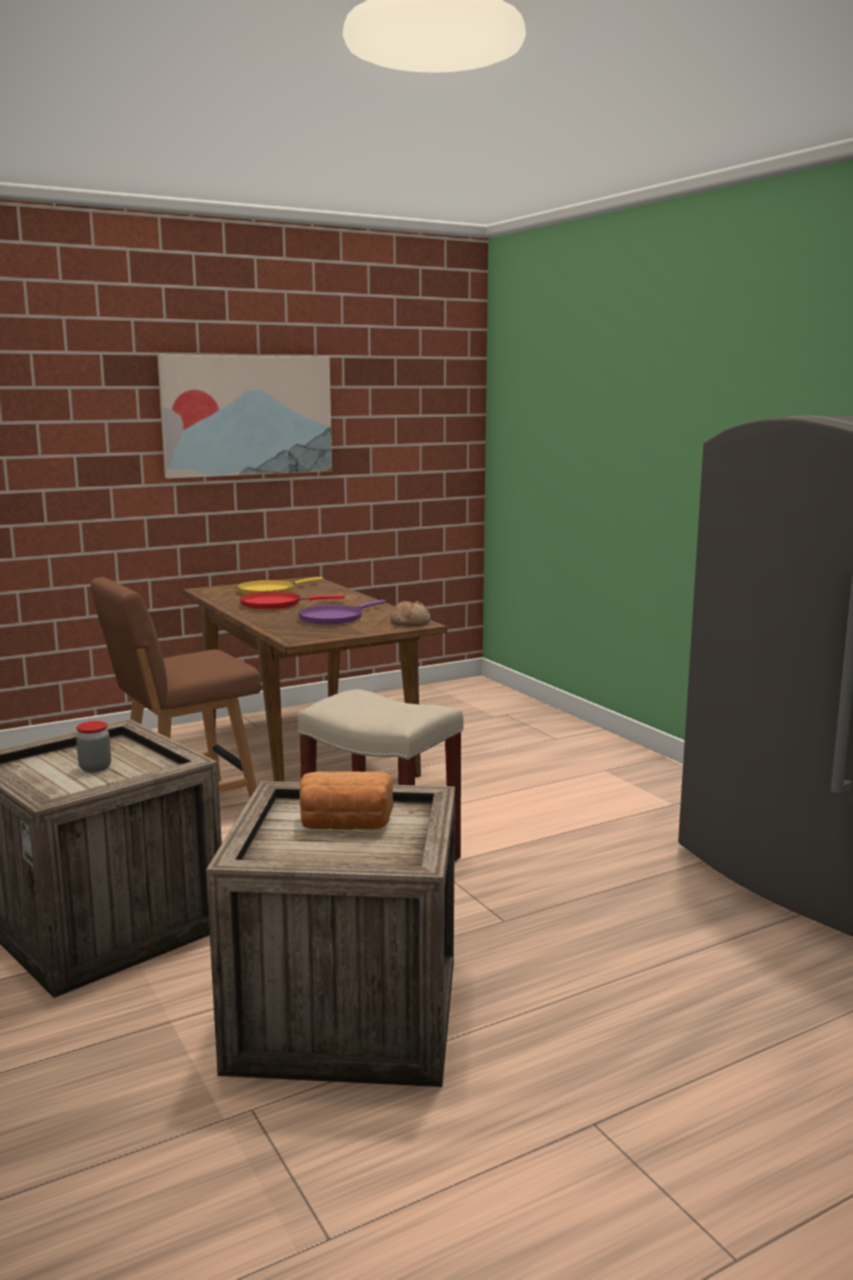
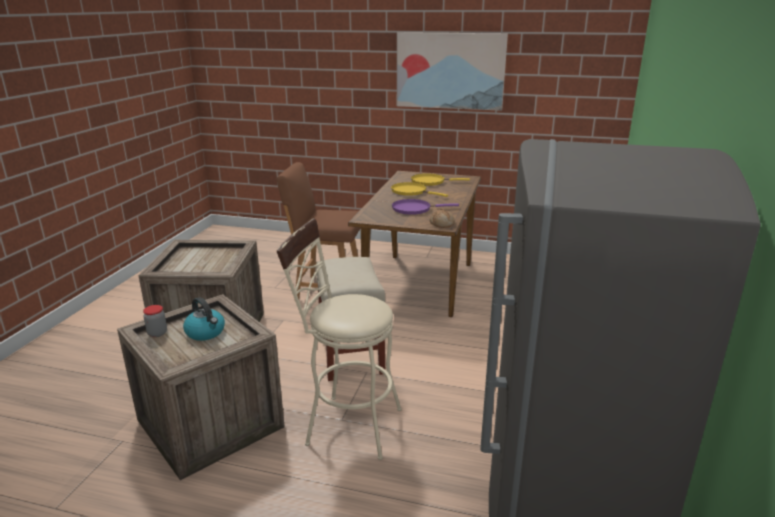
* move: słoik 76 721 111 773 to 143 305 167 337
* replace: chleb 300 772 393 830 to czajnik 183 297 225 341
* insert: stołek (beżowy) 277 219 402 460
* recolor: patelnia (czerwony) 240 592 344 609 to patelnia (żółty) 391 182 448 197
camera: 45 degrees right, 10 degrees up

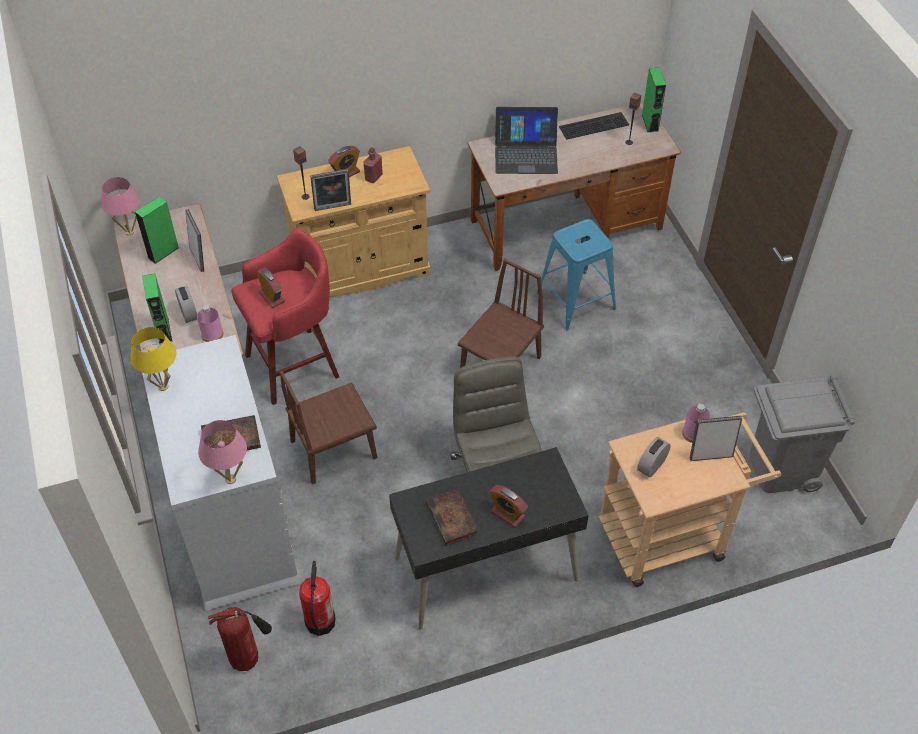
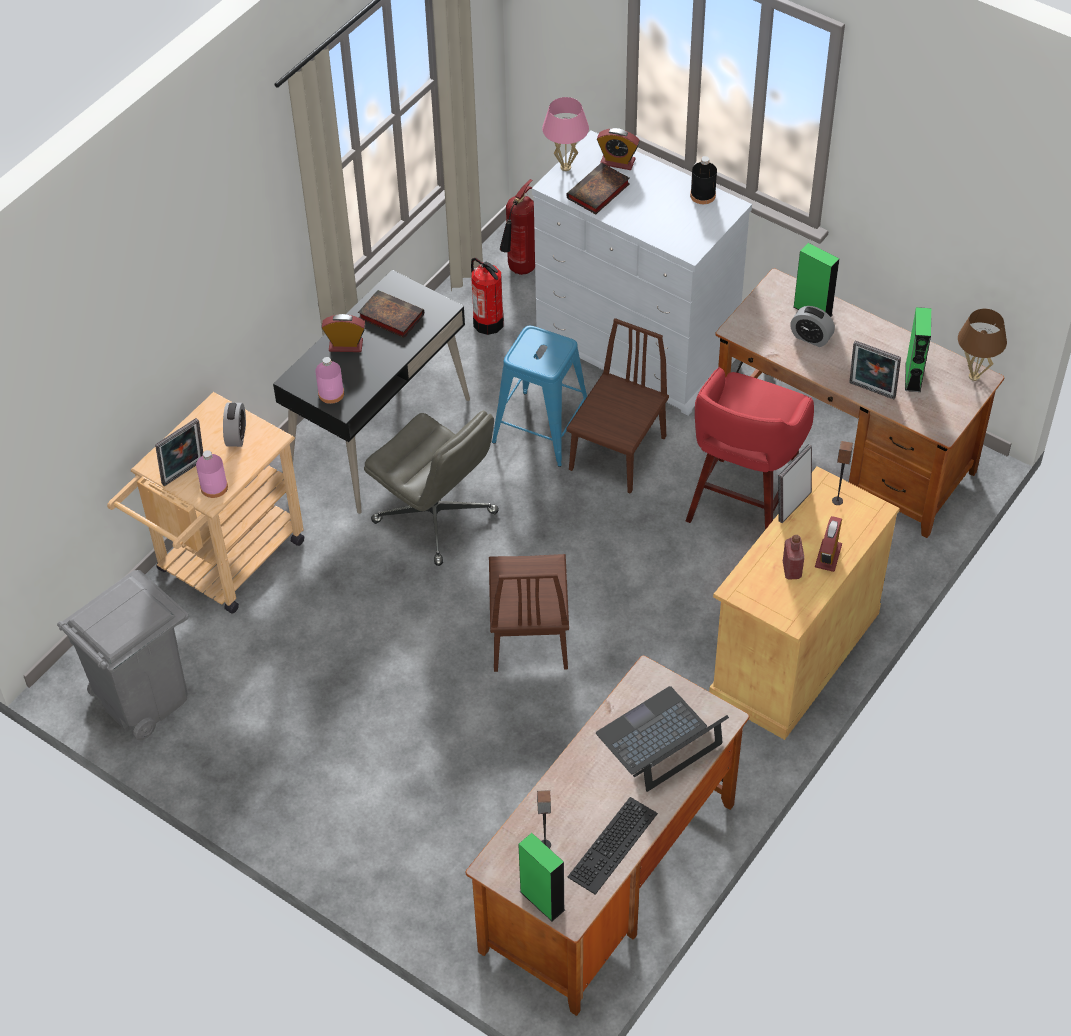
* move: butelka (różowy) 197 304 223 342 to 315 357 344 404
* move: stołek (niebieski) 536 219 616 330 to 492 326 587 467
* move: budzik 256 268 285 308 to 597 128 640 170
* replace: lampa stołowa (żółty) 130 327 176 391 to butelka (czarny) 690 156 717 204
* recolor: lampa stołowa (różowy) 101 177 140 236 to lampa stołowa (brązowy) 958 309 1007 381
camera: 145 degrees right, 0 degrees up

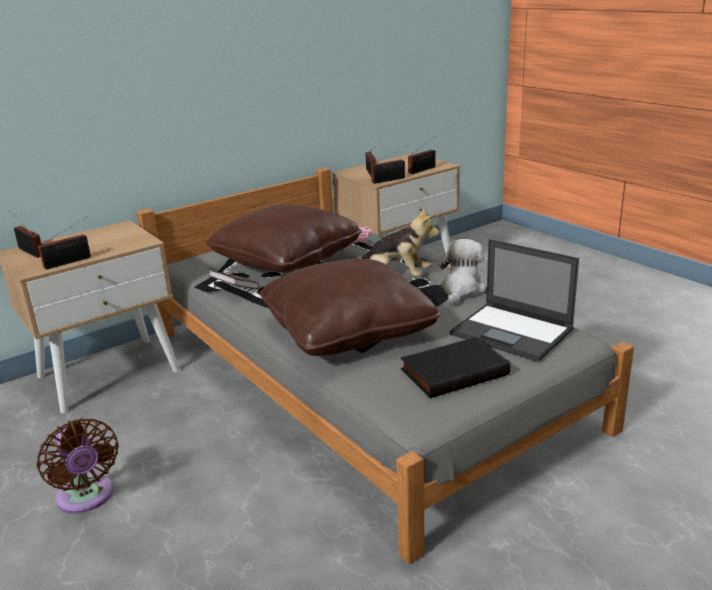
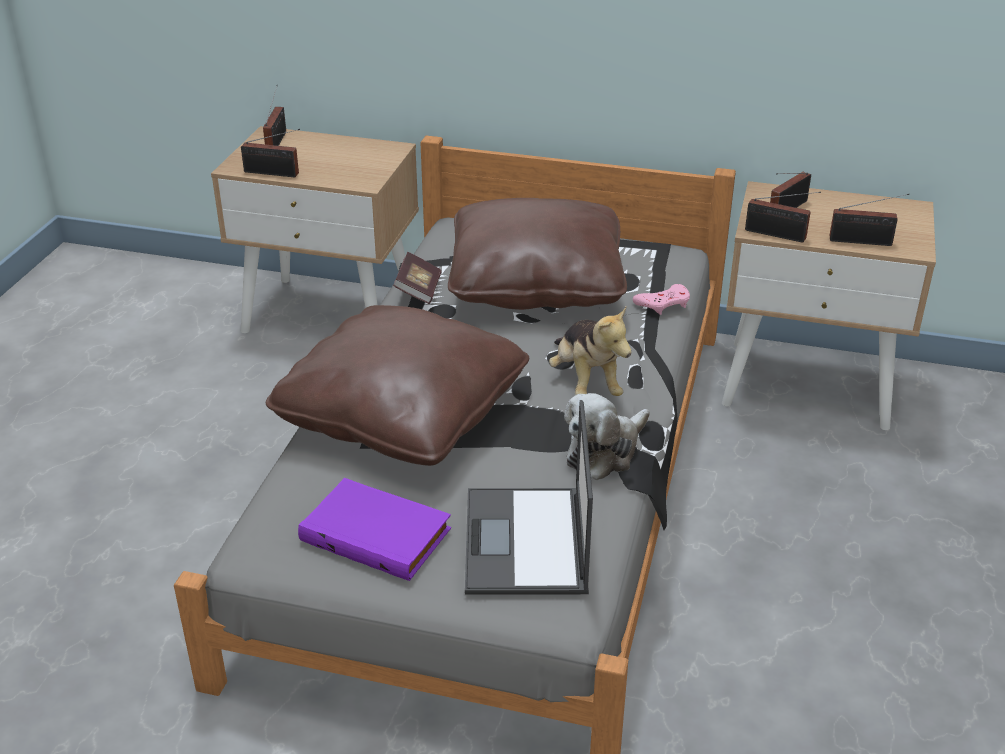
* recolor: książka (czarny) 401 337 510 398 to książka (fioletowy) 298 478 451 581
* rotate: pluszak 439 239 486 305 = 564 393 650 480 150 degrees clockwise
* delete: wentylator (brązowy) 37 418 119 514
camera: 50 degrees right, 10 degrees up

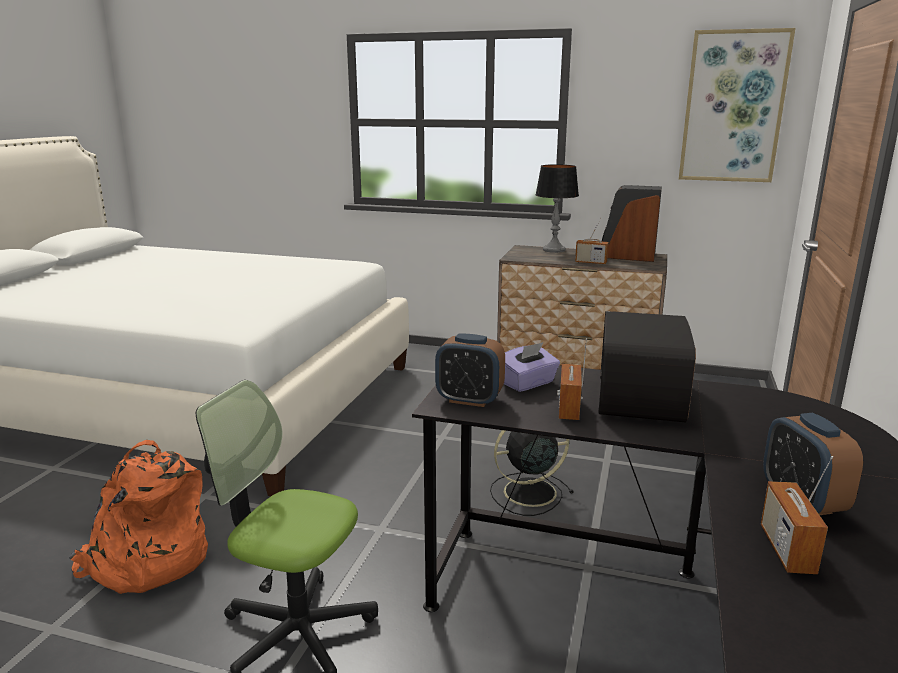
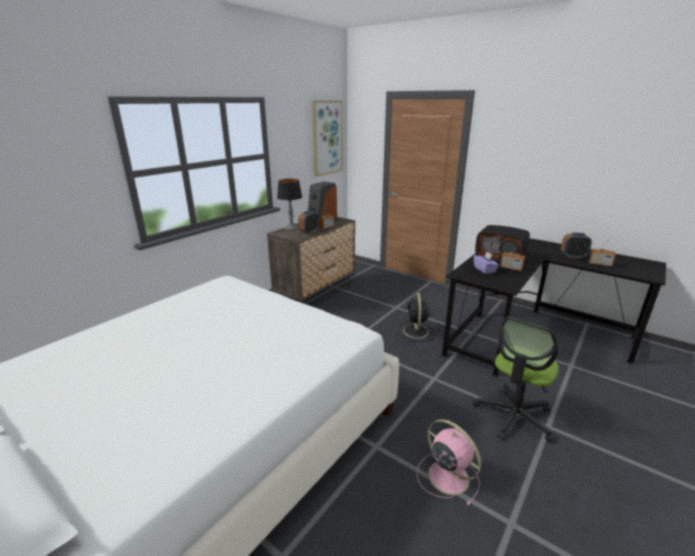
* move: budzik 435 334 505 407 to 298 210 319 234
* replace: plecak (pomarańczowy) 69 440 208 594 to wentylator (różowy) 416 419 481 505
camera: 70 degrees left, 5 degrees up

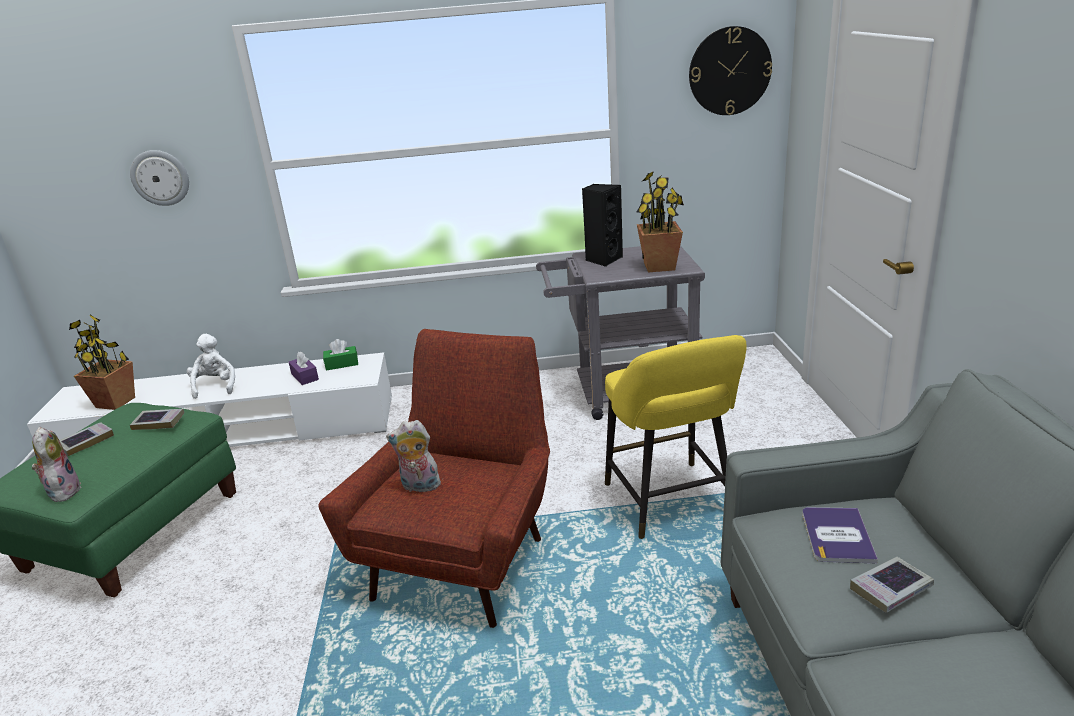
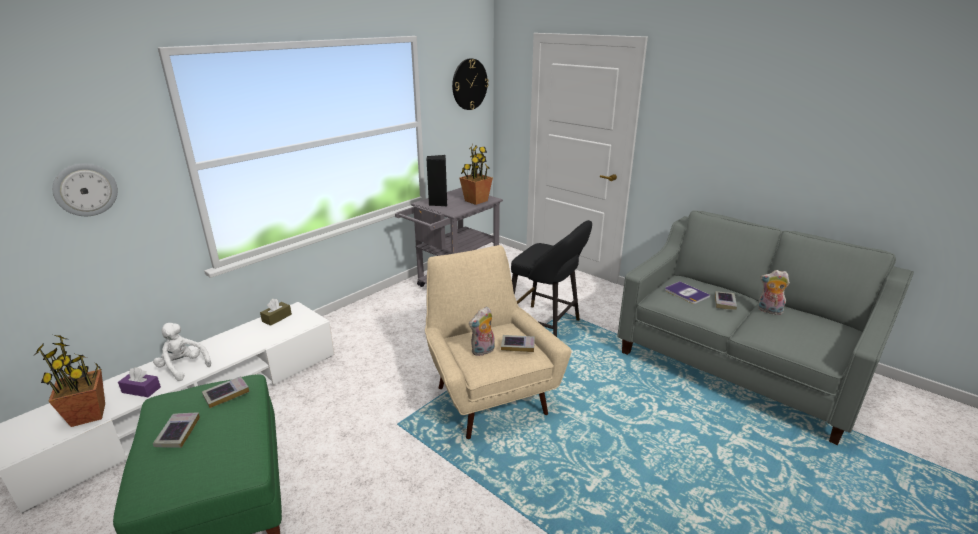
* move: pudełko chusteczek (fioletowy) 289 351 319 385 to 118 367 161 397
* recolor: pudełko chusteczek (zielony) 323 339 358 371 to pudełko chusteczek (brązowy) 260 299 292 326
* recolor: fotel (czerwony) 318 329 550 628 to fotel (beżowy) 425 245 572 439
* insert: książka 501 335 535 352
* recolor: stołek (żółty) 605 335 747 539 to stołek (czarny) 511 220 592 337
* move: pluszak 32 427 81 502 to 758 270 790 315
camera: 45 degrees left, 0 degrees up

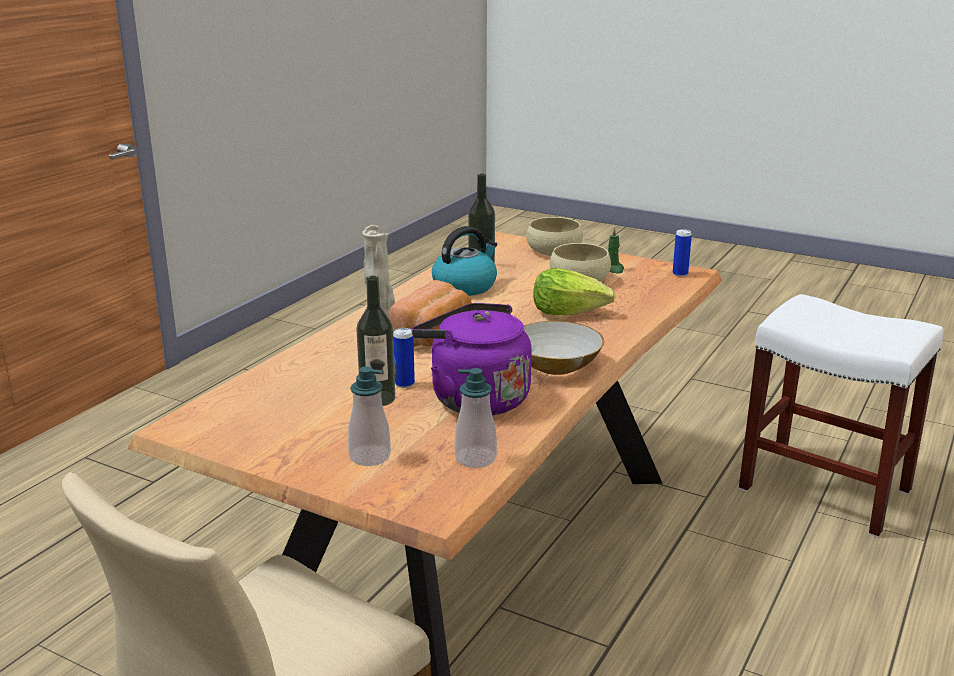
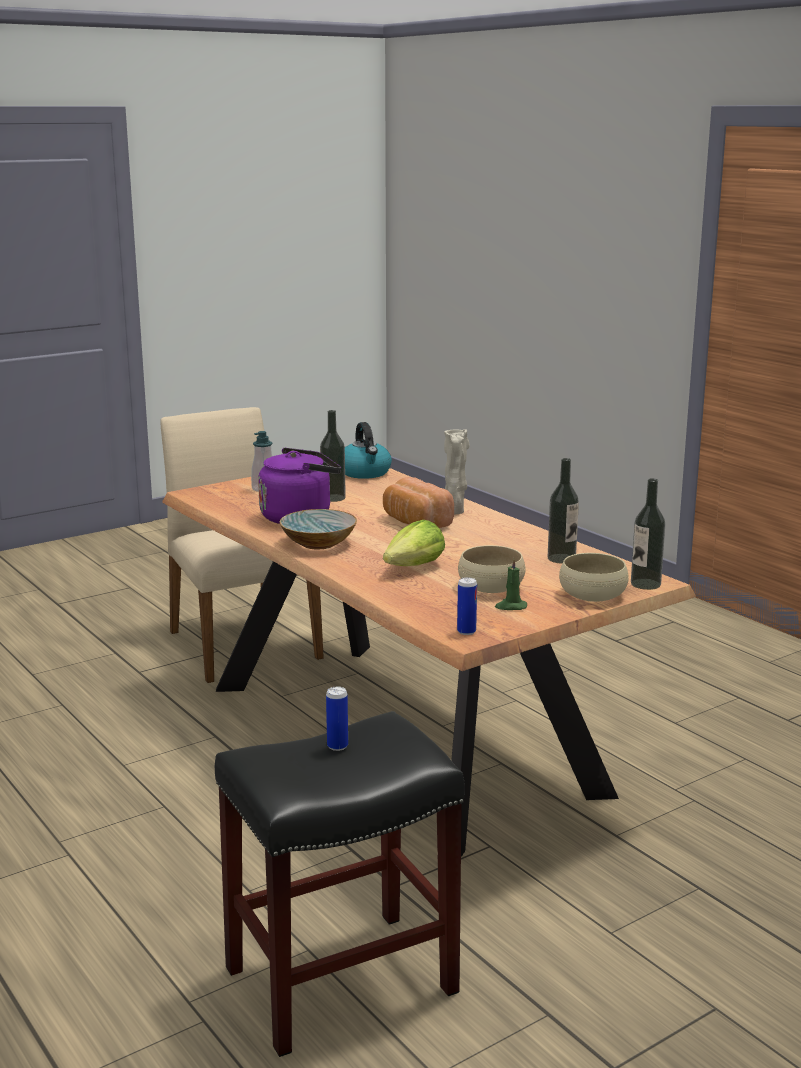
* recolor: stołek (biały) 739 294 943 537 to stołek (czarny) 215 711 465 1057
* move: puszka 393 328 415 388 to 326 687 348 751
* move: czajnik 432 226 498 296 to 345 422 392 479
* insert: butelka 631 478 665 590
* delete: dozownik mydła 455 368 497 468
camera: 115 degrees right, 5 degrees down

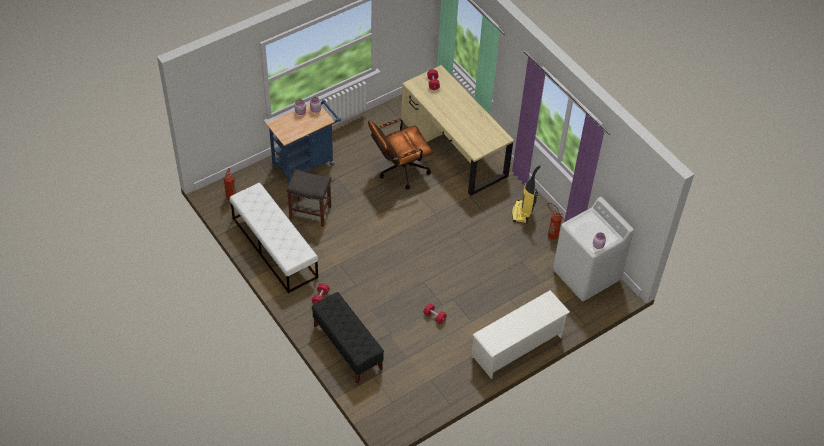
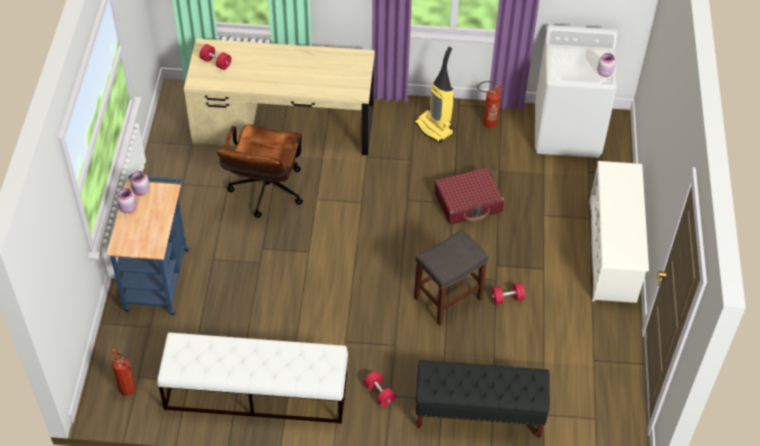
* move: stołek (szary) 287 169 331 227 to 414 229 488 326
* insert: walizka (czerwony) 435 168 504 225
camera: 50 degrees left, 0 degrees up

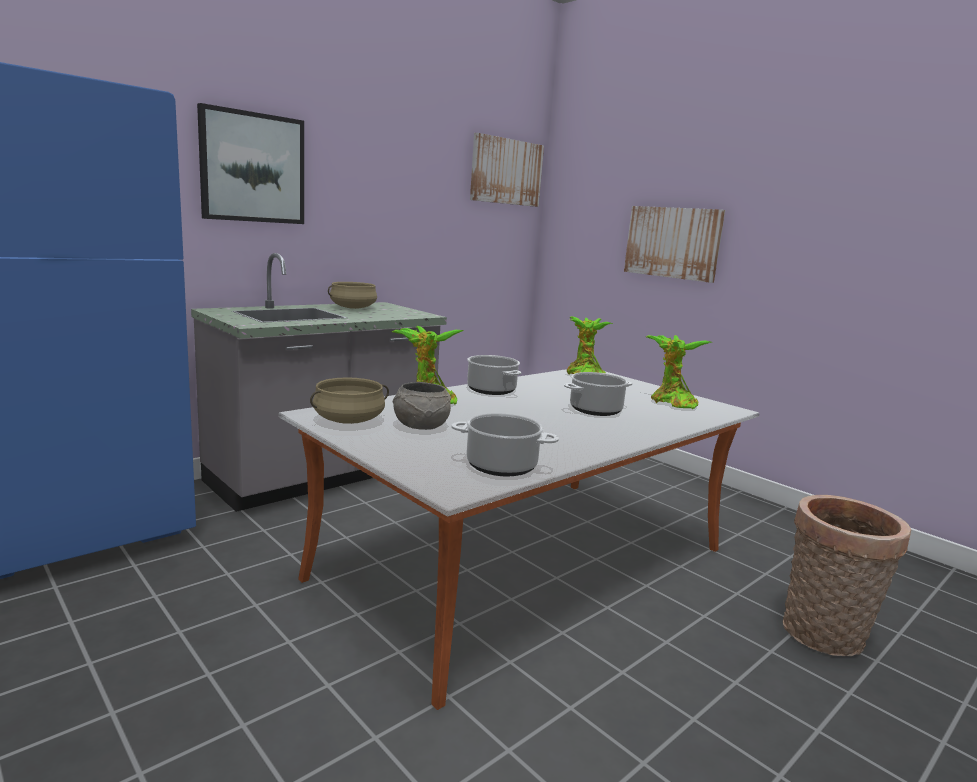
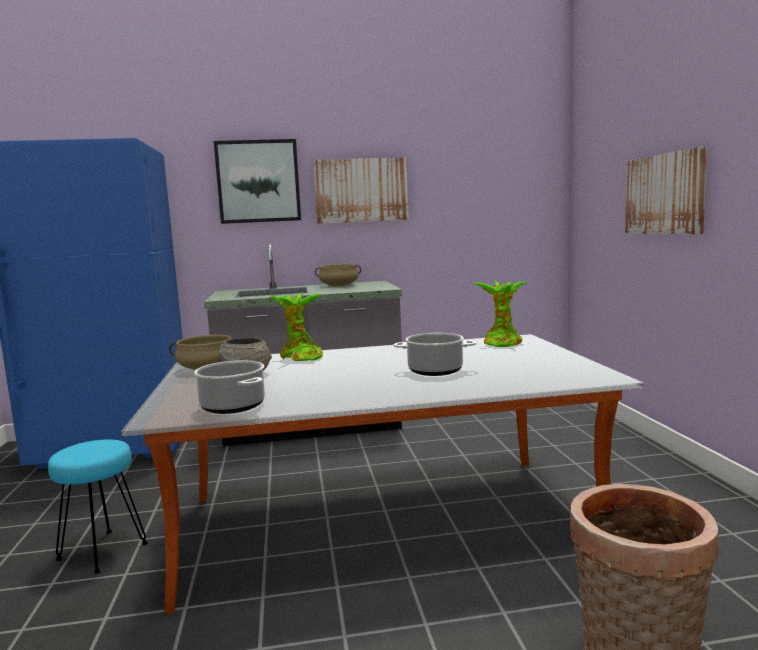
* insert: stołek (turkusowy) 48 439 148 574
* move: obraz 470 133 544 207 to 313 157 409 224
* delete: garnek 467 355 521 395
* delete: roślina doniczkowa 646 335 712 409
camera: 35 degrees right, 5 degrees down

